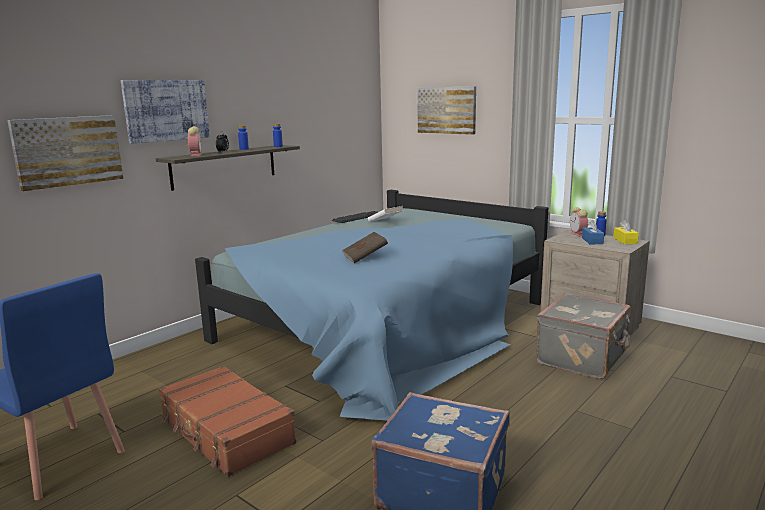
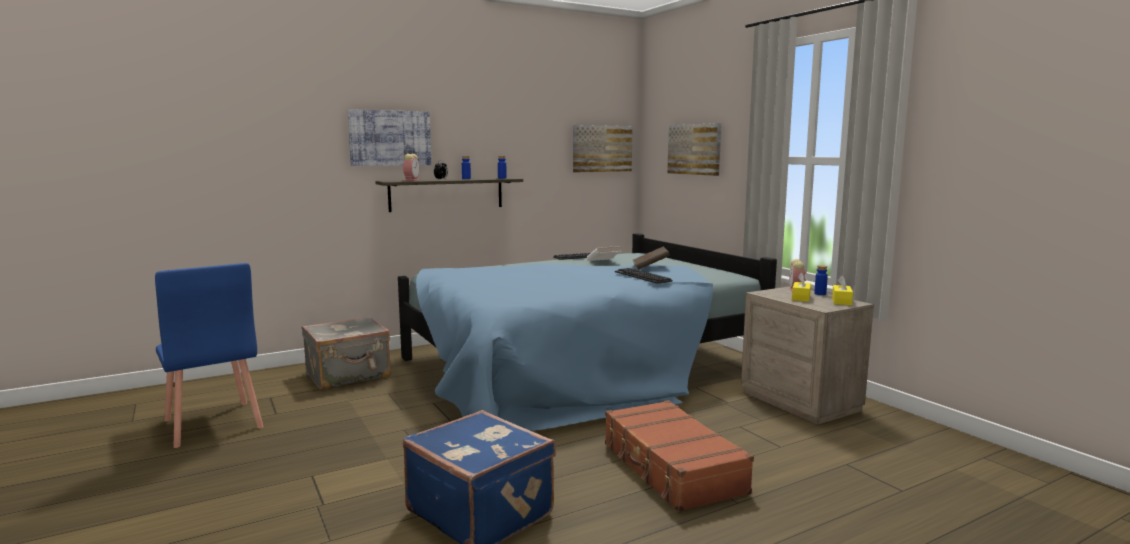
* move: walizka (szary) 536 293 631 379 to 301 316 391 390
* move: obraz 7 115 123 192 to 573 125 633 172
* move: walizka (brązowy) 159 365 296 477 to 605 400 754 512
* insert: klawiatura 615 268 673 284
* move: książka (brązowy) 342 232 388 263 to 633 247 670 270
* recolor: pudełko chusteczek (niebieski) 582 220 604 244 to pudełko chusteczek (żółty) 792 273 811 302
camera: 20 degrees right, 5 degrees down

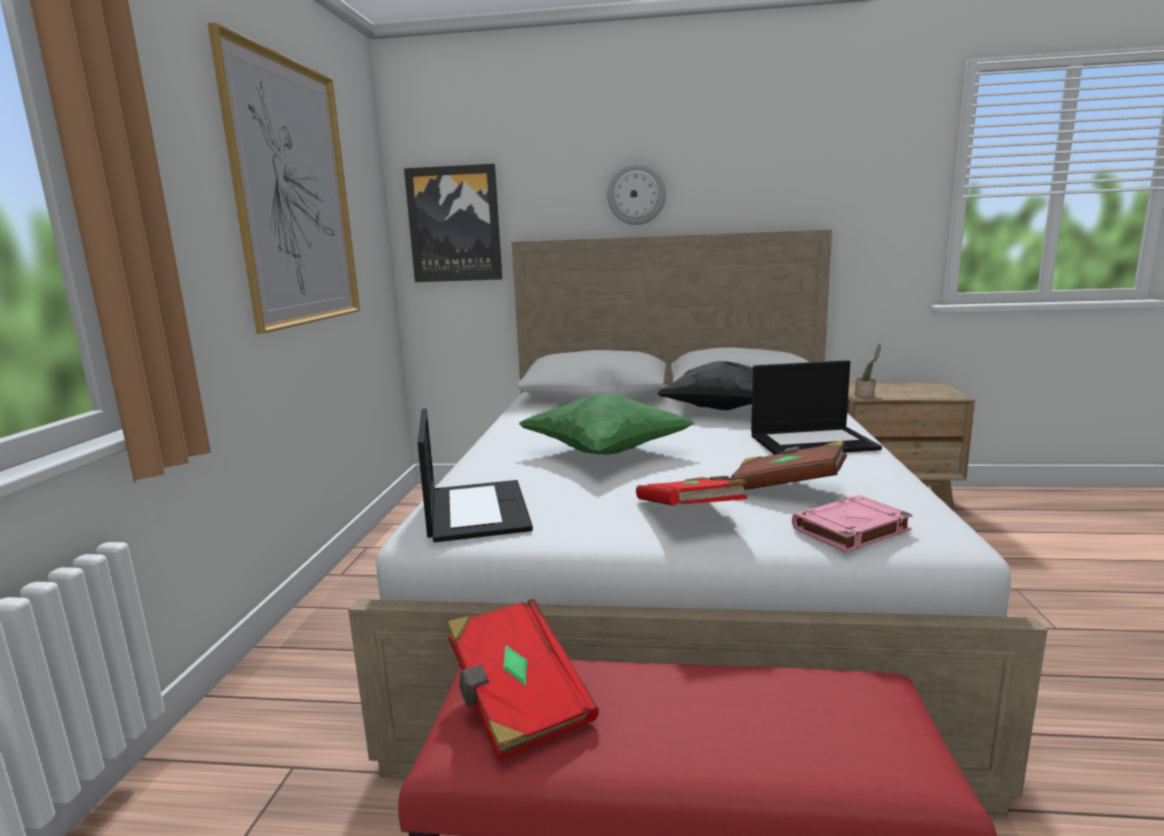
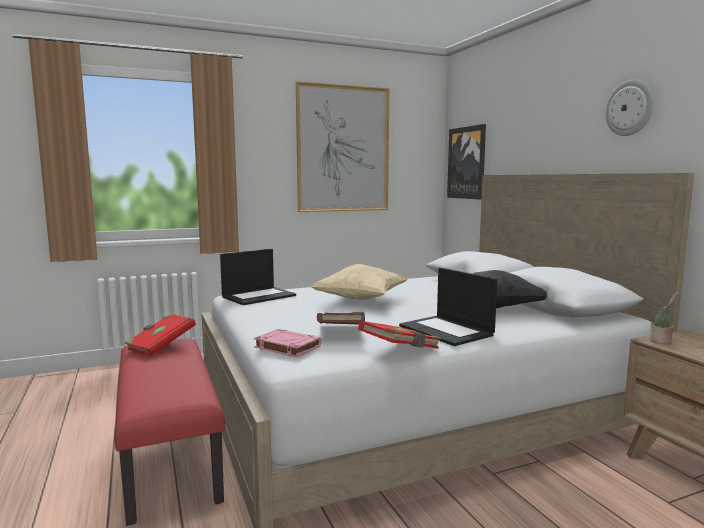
* recolor: poduszka (zielony) 520 393 695 455 to poduszka (beżowy) 311 264 408 300
* move: książka (czerwony) 636 476 747 506 to 358 321 441 349
* move: zegar ścienny 607 163 666 225 to 606 79 654 136
camera: 60 degrees right, 5 degrees down

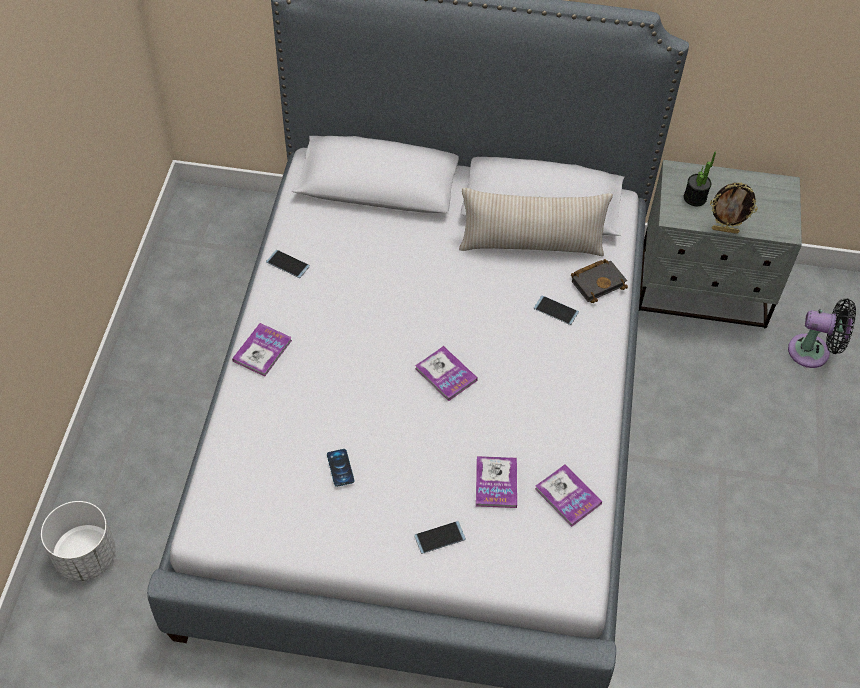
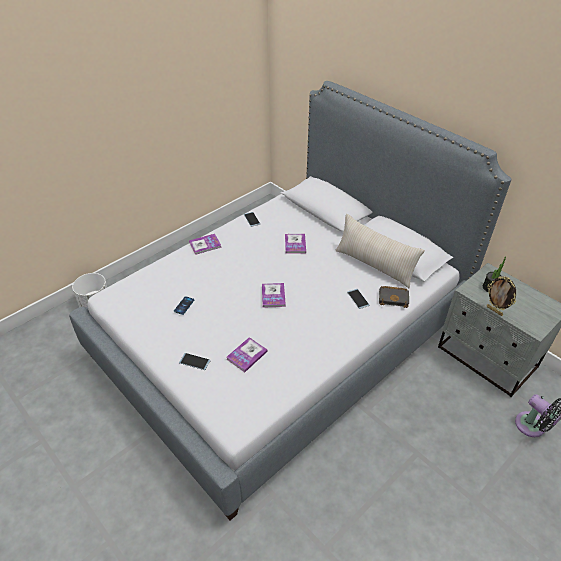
* move: książka 535 465 602 527 to 285 234 306 254
camera: 40 degrees right, 10 degrees down

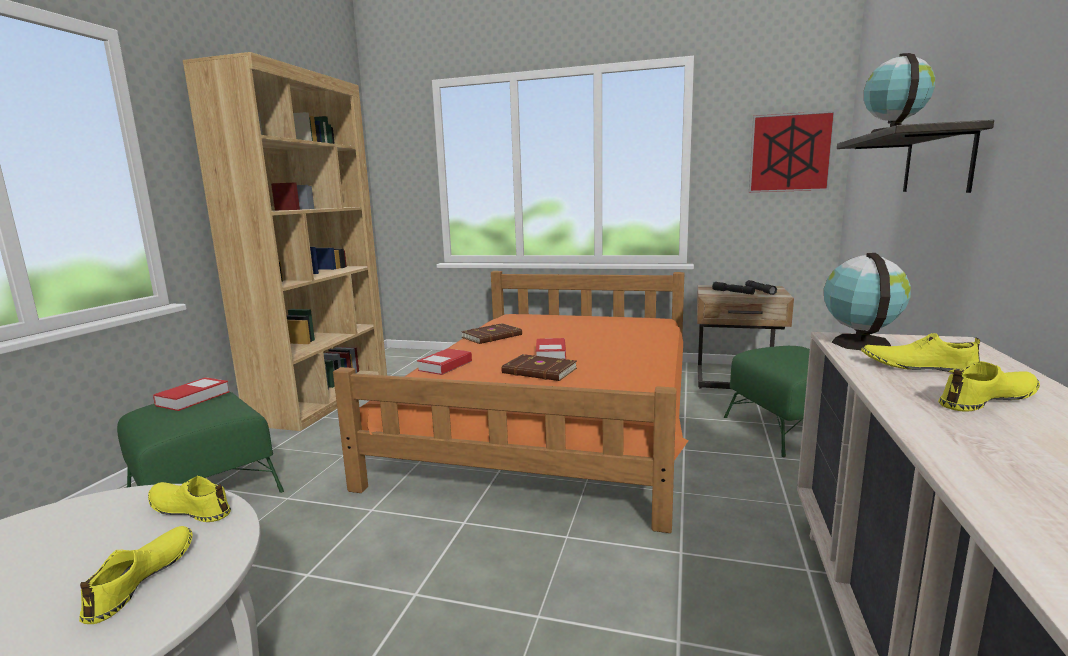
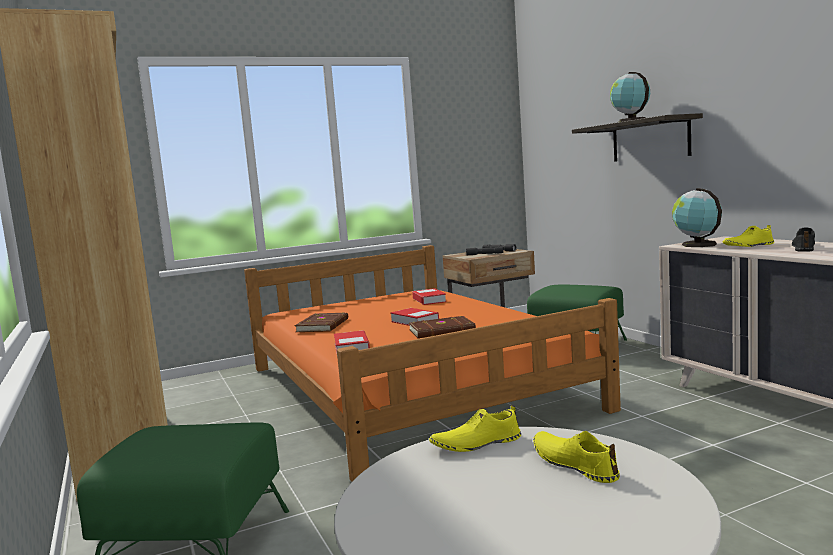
* move: książka 153 377 230 411 to 412 288 446 305
* recolor: but (żółty) 938 361 1040 412 to but (czarny) 792 228 815 252
* delete: obraz 749 111 836 192
camera: 40 degrees left, 5 degrees down

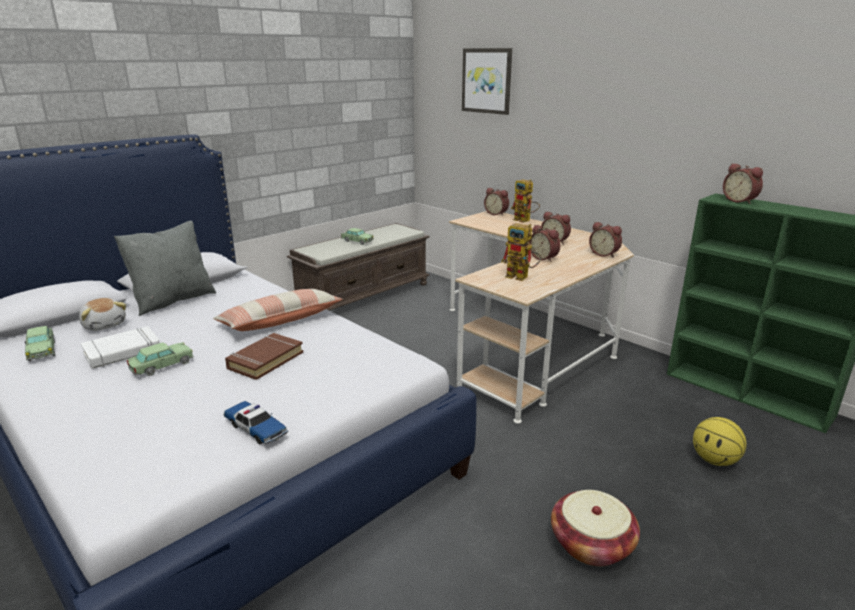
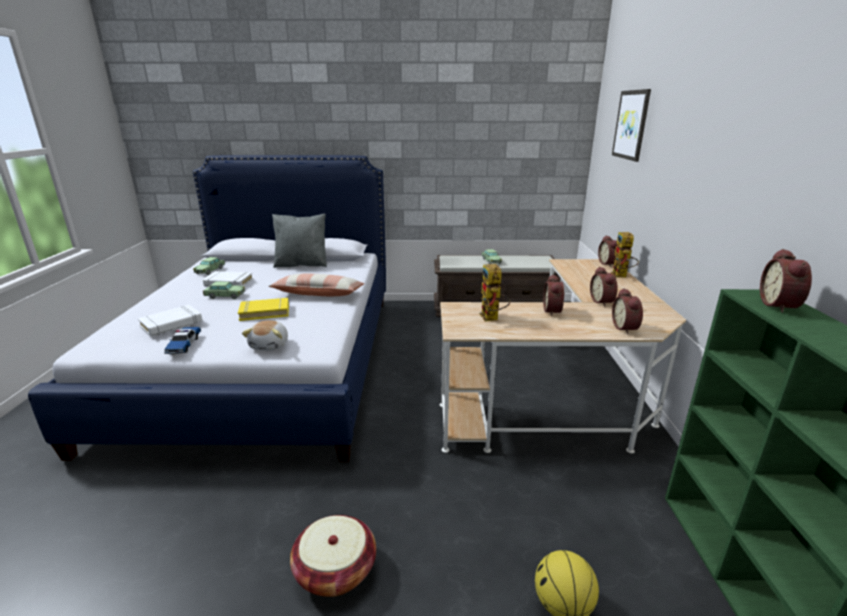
* insert: książka (biały) 138 305 203 337
* recolor: książka (brązowy) 225 333 303 380 to książka (żółty) 238 298 289 321
* move: pluszak 79 298 126 331 to 242 320 288 350
camera: 45 degrees right, 0 degrees up

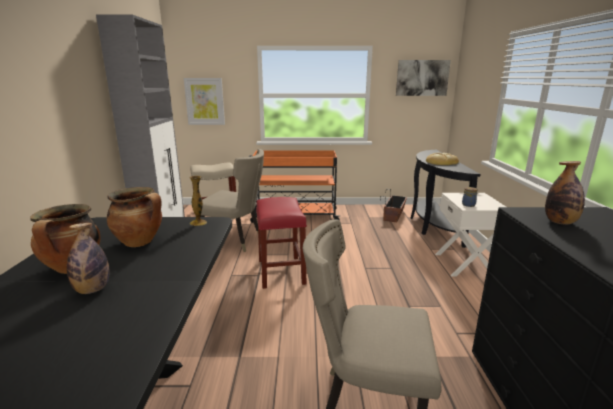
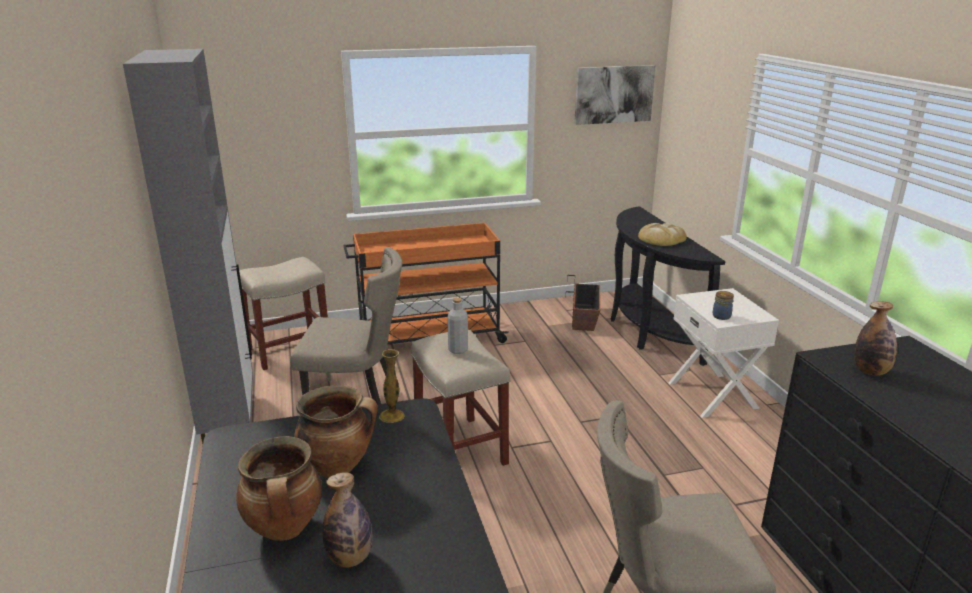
* recolor: stołek (czerwony) 256 197 307 289 to stołek (beżowy) 411 330 511 466
* insert: butelka (szary) 447 297 468 354
* delete: obraz 184 78 225 125
camera: 15 degrees left, 5 degrees up

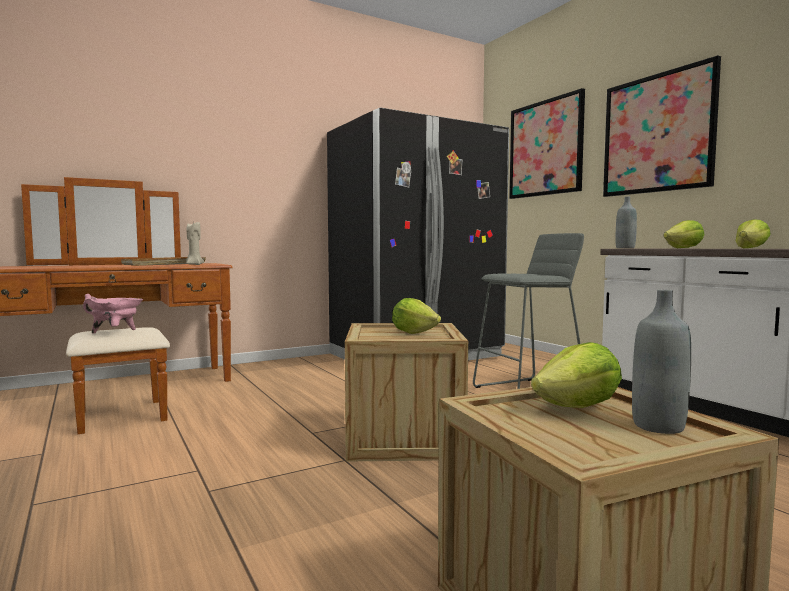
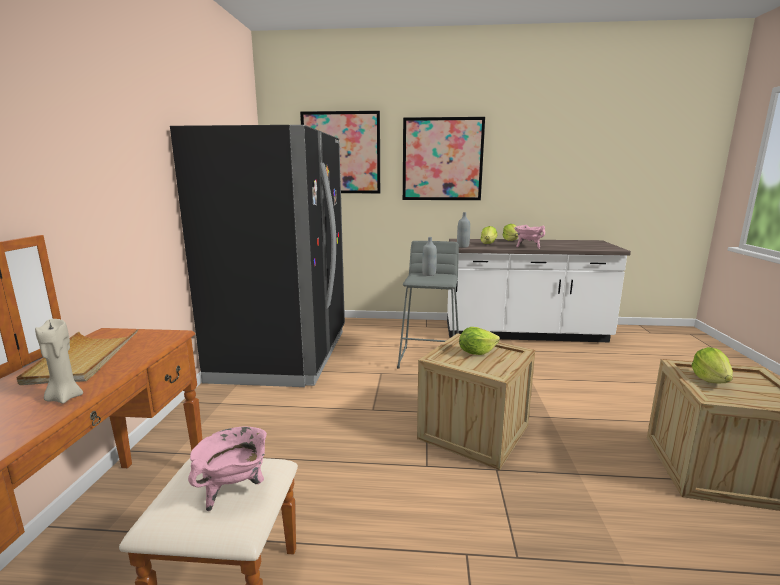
* move: świeca (beżowy) 186 222 204 265 to 35 319 83 403
* move: butelka (szary) 632 289 691 434 to 422 237 437 276
* insert: garnek (różowy) 514 225 545 249
camera: 55 degrees left, 10 degrees up

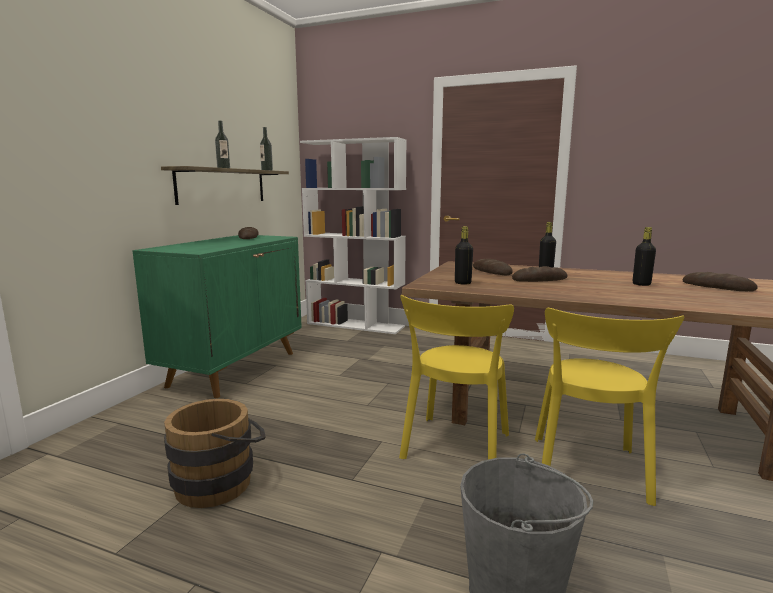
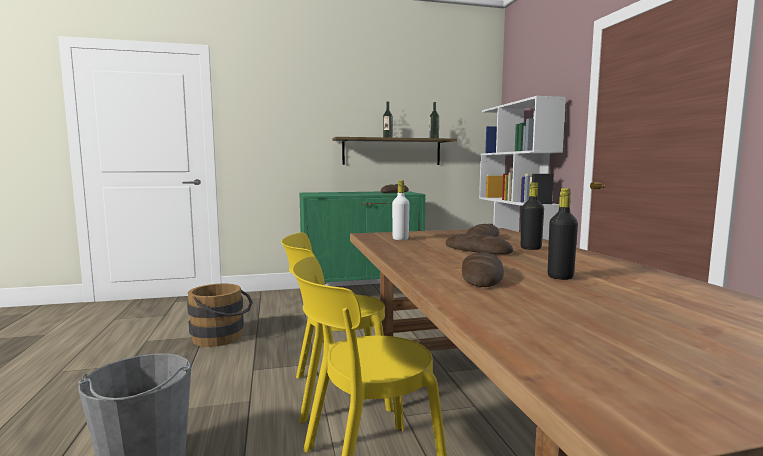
* recolor: butelka (czarny) 455 226 473 284 to butelka (biały) 392 180 410 240
* move: chleb 683 272 758 292 to 462 252 504 287
camera: 55 degrees right, 5 degrees down

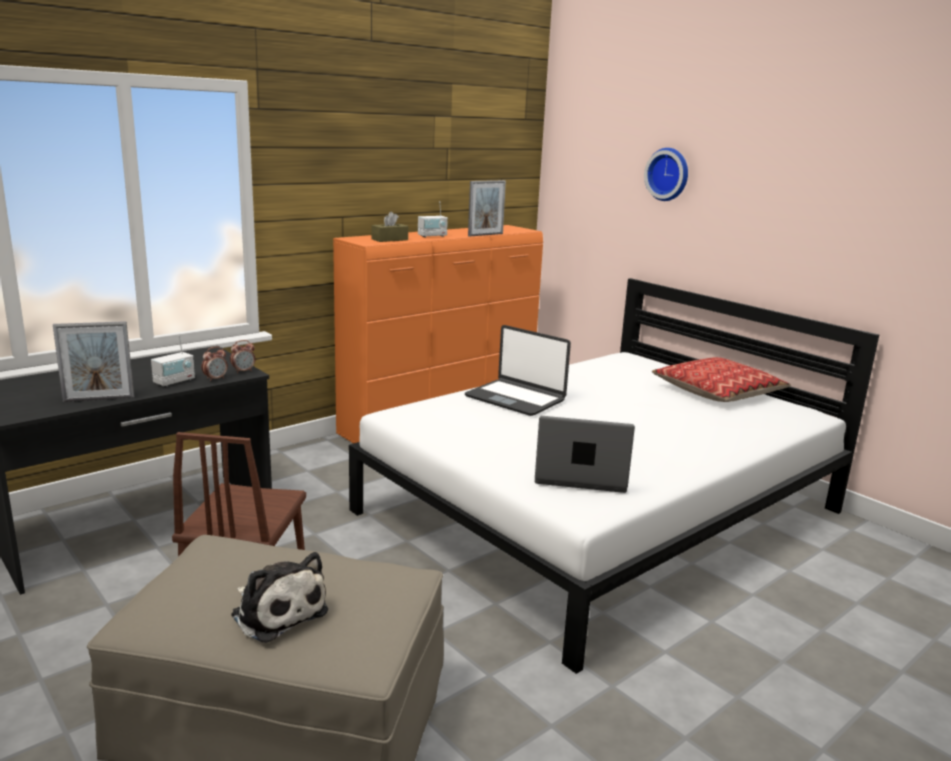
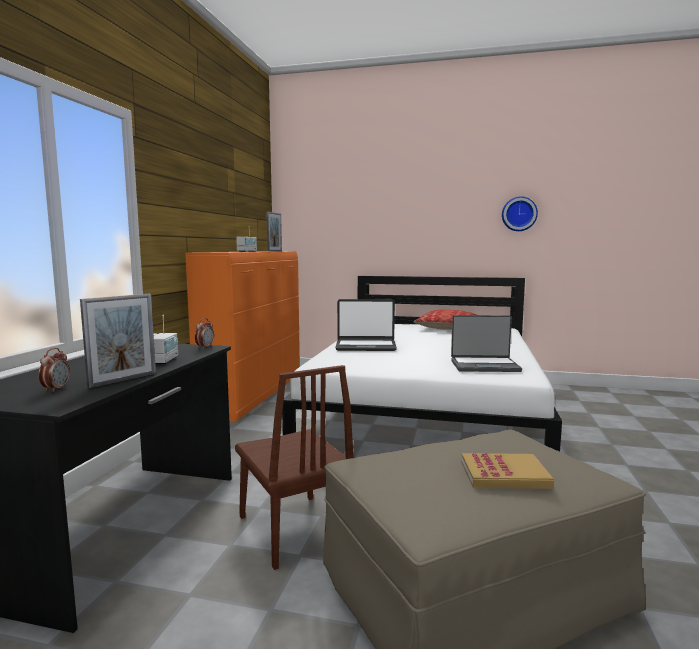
* move: budzik 202 347 228 381 to 39 348 70 392
* rotate: laptop 535 416 635 493 = 451 315 522 372 150 degrees counterclockwise
* replace: pluszak 231 552 328 643 to książka 461 453 554 489
* move: zegar ścienny 644 148 688 201 to 502 196 538 231
* delete: pudełko chusteczek (brązowy) 372 212 408 242
camera: 35 degrees left, 10 degrees down

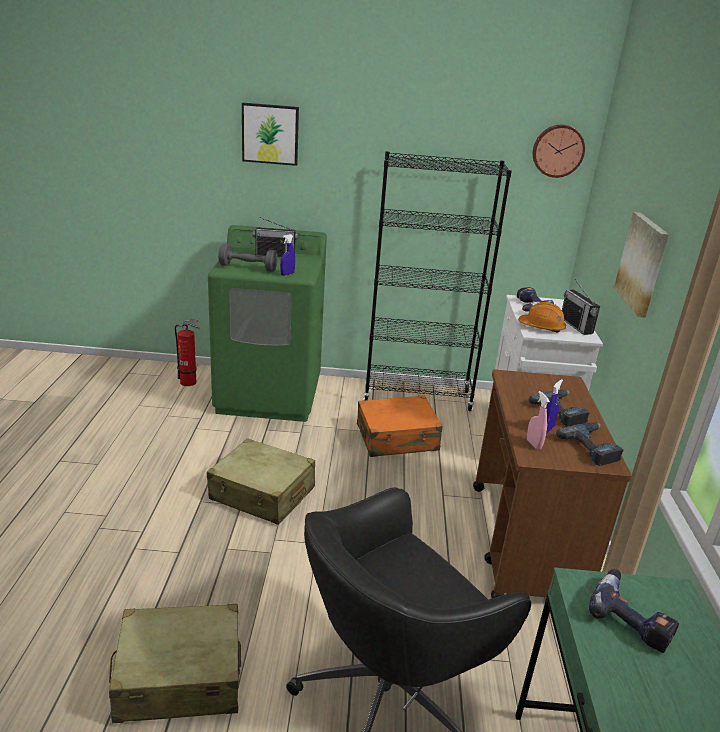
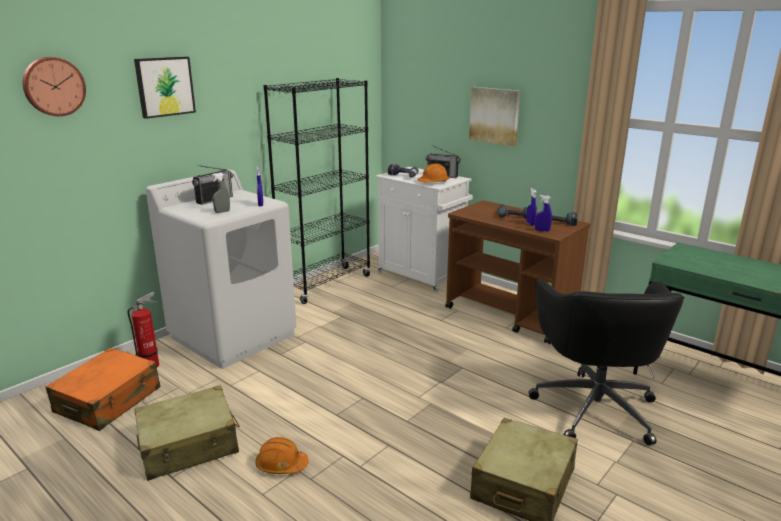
* move: zegar ścienny 533 125 585 178 to 22 57 86 116
* move: walizka (pomarańczowy) 357 395 443 457 to 46 348 161 431
* move: walizka (beżowy) 207 438 315 525 to 134 385 240 481
* recolor: pralka (zielony) 208 225 327 422 to pralka (biały) 146 170 296 369
* replace: hantel (szary) 218 244 278 272 to spryskiwacz (szary) 212 173 230 213
* insert: kask (pomarańczowy) 256 437 309 474
* recolor: spryskiwacz (różowy) 527 391 550 450 to spryskiwacz (niebieski) 535 195 552 232
* delete: wiertarka 589 568 679 653
camera: 50 degrees left, 5 degrees down

